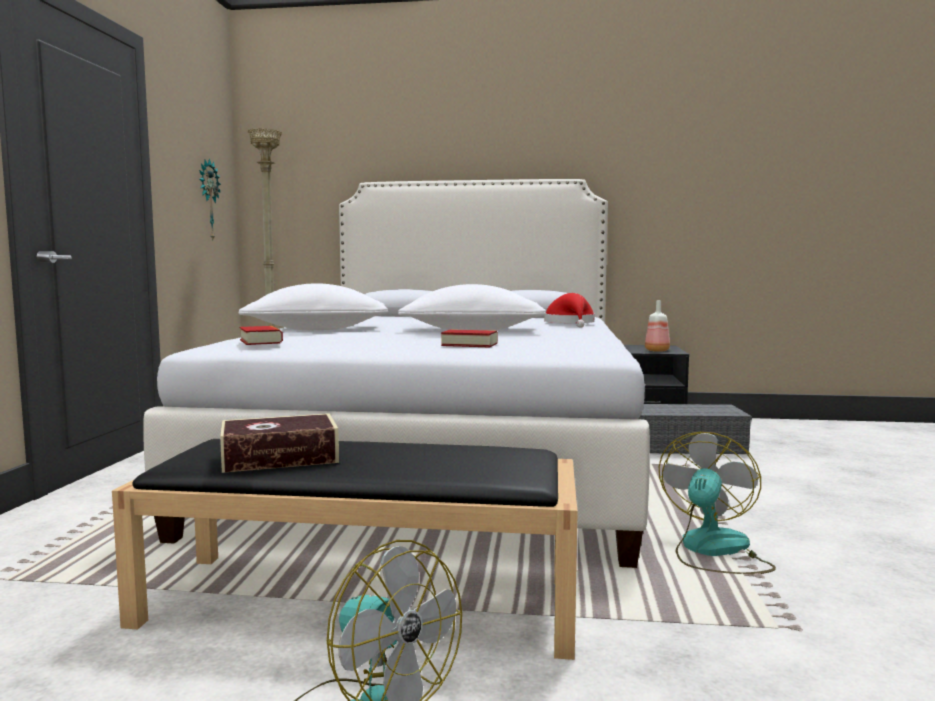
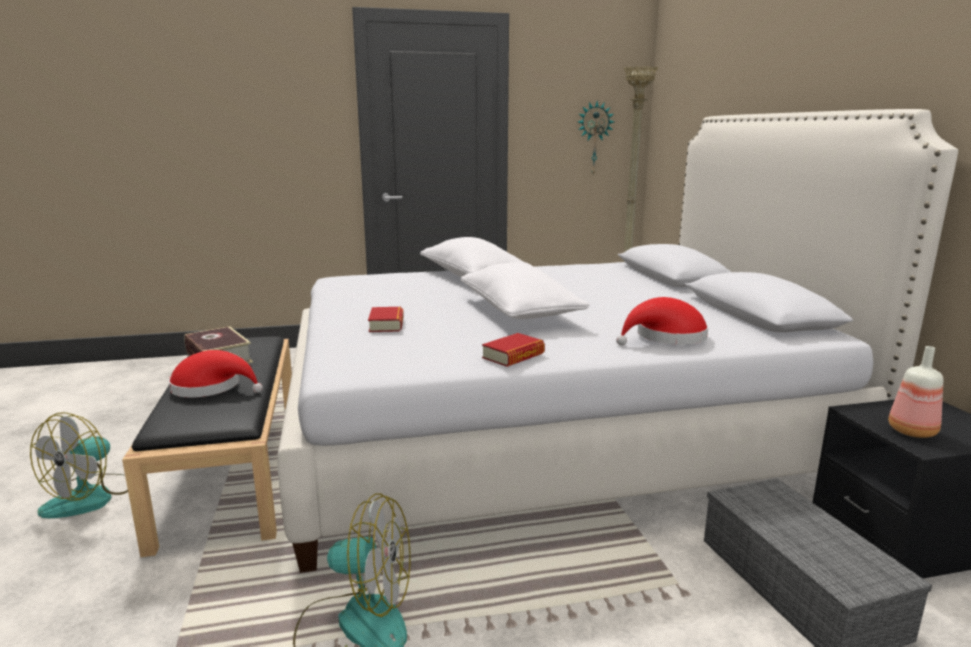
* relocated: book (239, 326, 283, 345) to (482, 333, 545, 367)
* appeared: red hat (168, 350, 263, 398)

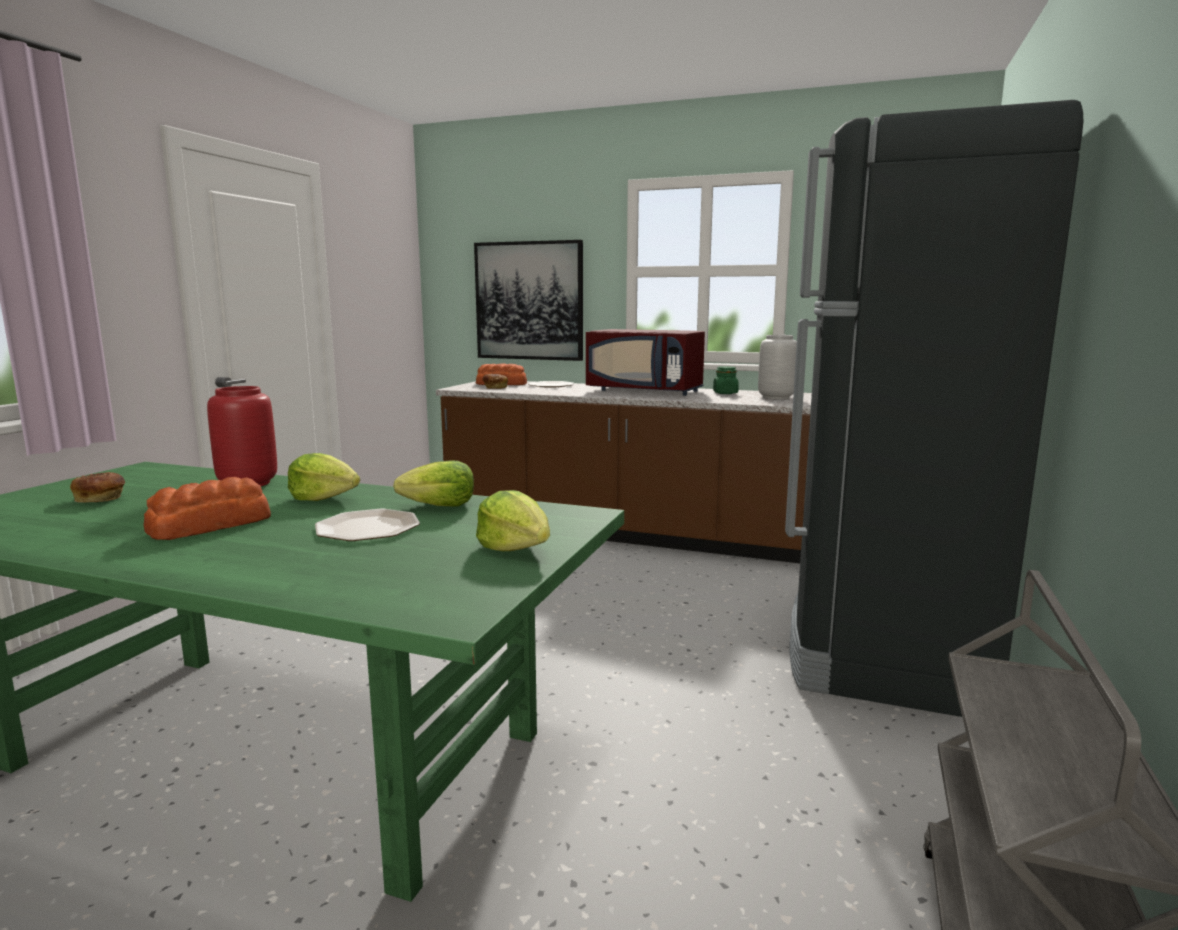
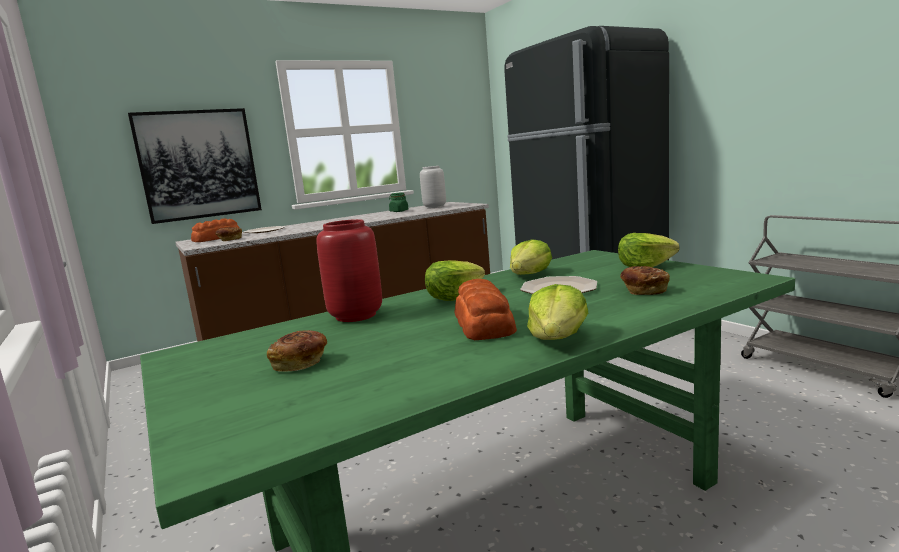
* missing: red microwave (586, 329, 705, 396)
* appeared: lettuce (527, 284, 588, 340)
* appeared: bread (620, 266, 670, 295)

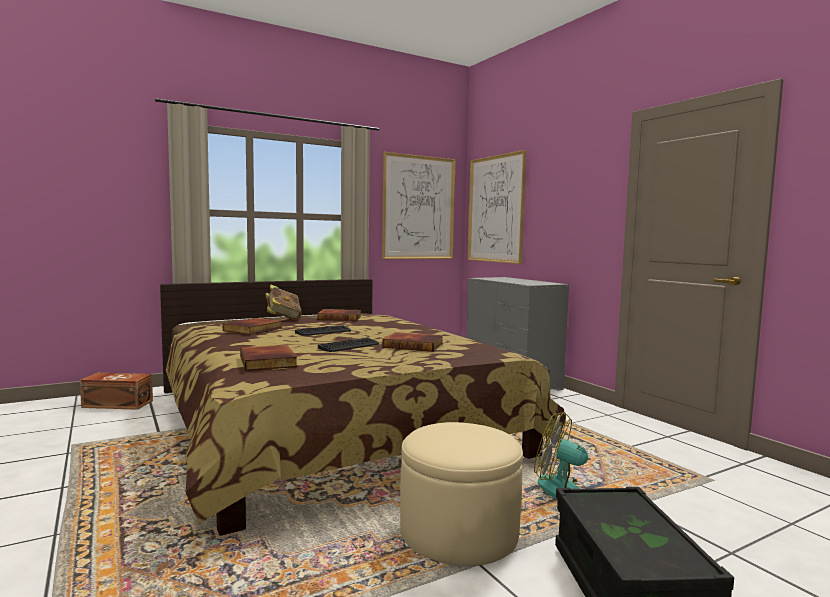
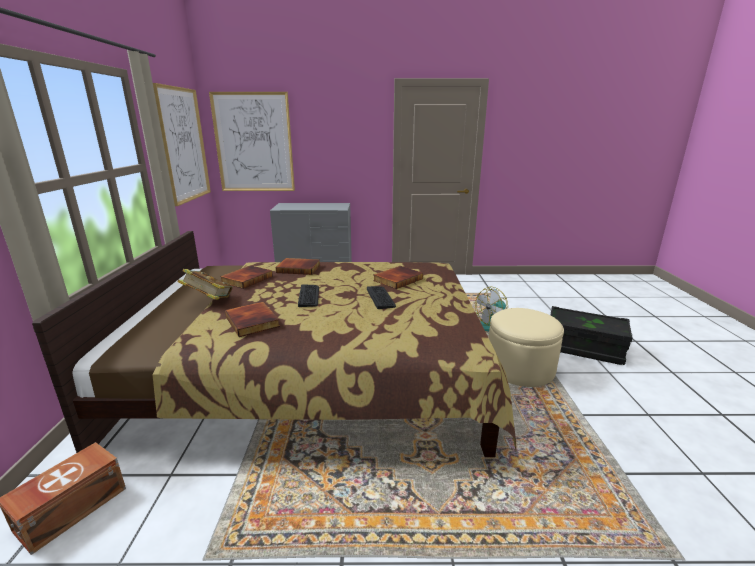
* relocated: book (240, 345, 298, 371) to (276, 258, 320, 275)

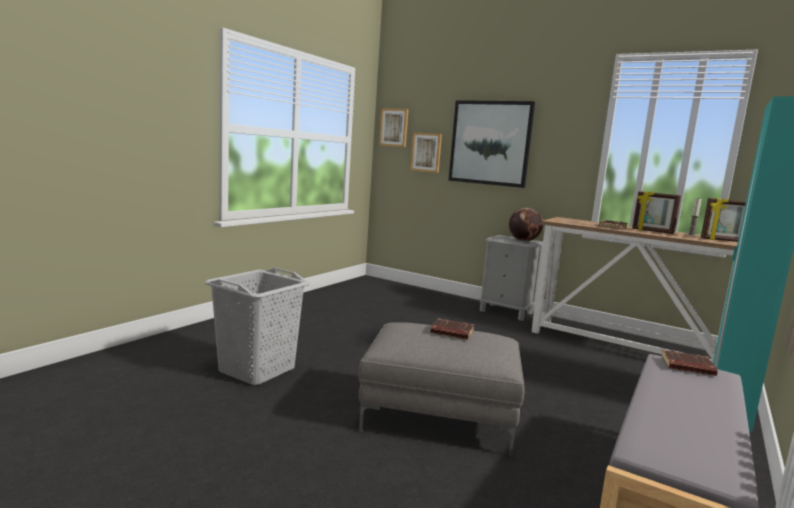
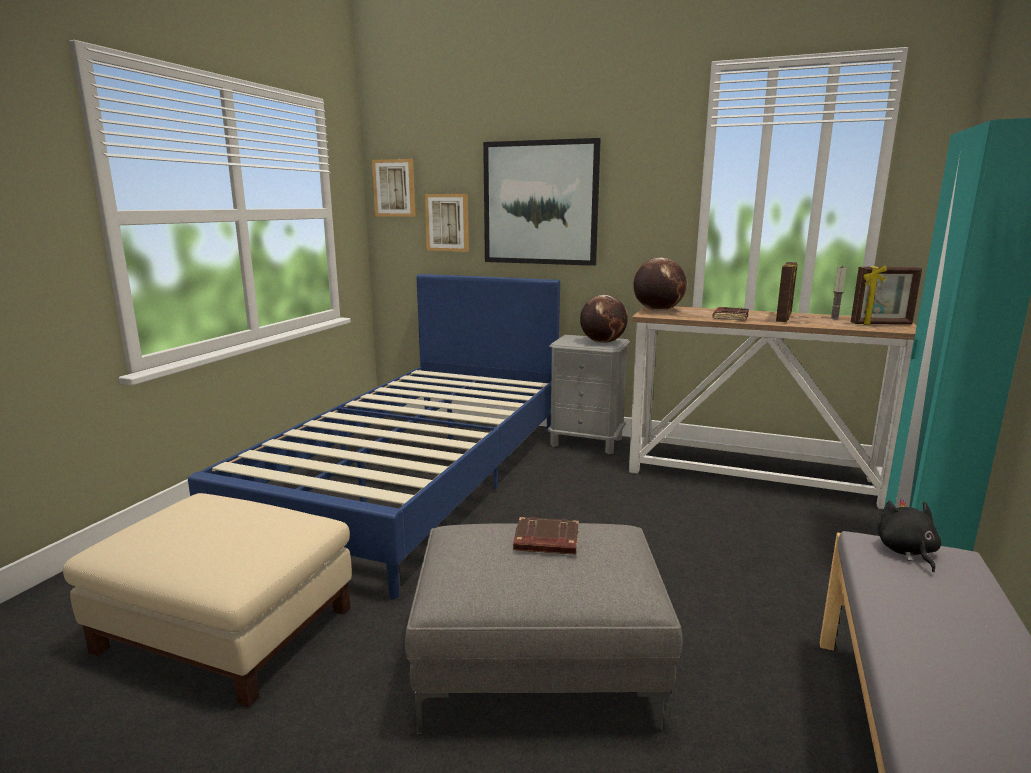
* exchanged: grey laundry basket (205, 268, 310, 385) to beige ottoman (63, 493, 352, 707)
* spun: picture frame (632, 191, 681, 234) = (776, 262, 798, 322) 90 degrees counterclockwise
* exchanged: brown book (661, 350, 718, 376) to black plush toy (877, 498, 942, 572)
* appeared: blue bed (188, 274, 560, 600)
* appeared: globe (633, 258, 687, 311)

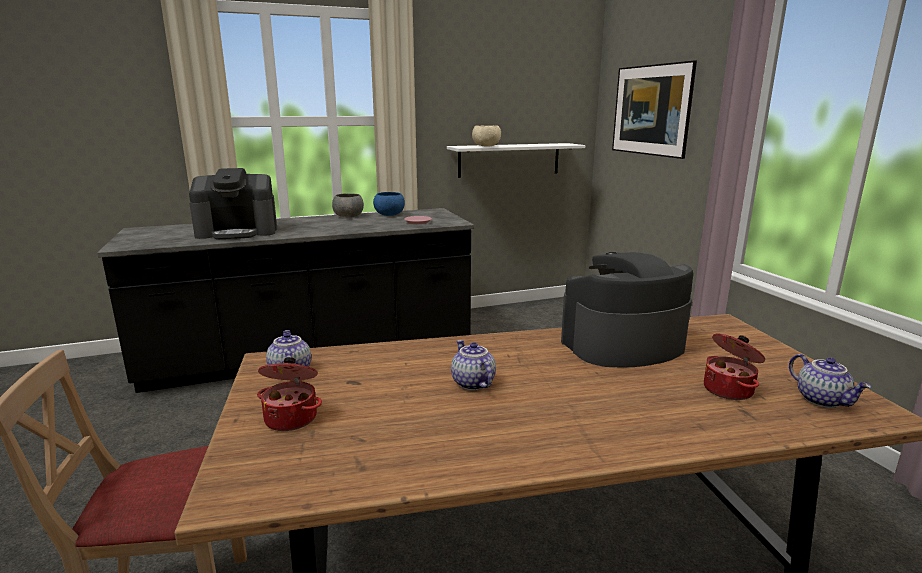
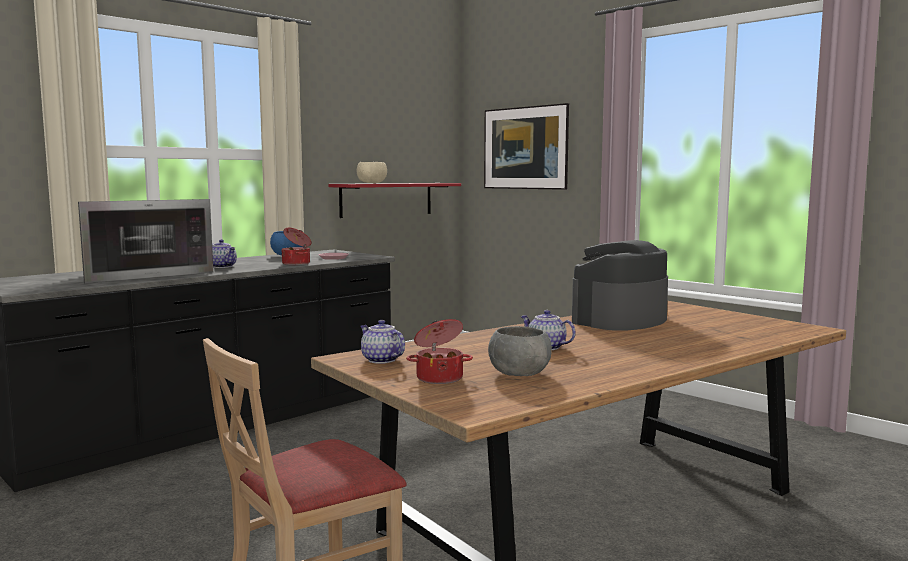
* exchanged: coffee machine (189, 168, 277, 239) to microwave (78, 199, 213, 283)
* relocated: grey bowl (332, 193, 364, 218) to (488, 326, 552, 376)
* colour: white shelf (447, 143, 585, 178) to red shelf (328, 183, 461, 218)
* relocated: cooking pot (704, 333, 765, 400) to (281, 228, 312, 265)
* relocated: teapot (789, 354, 871, 408) to (212, 239, 237, 268)

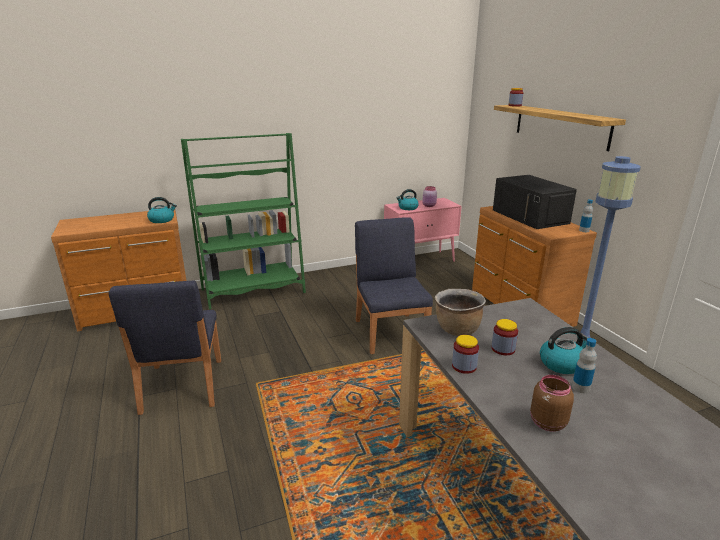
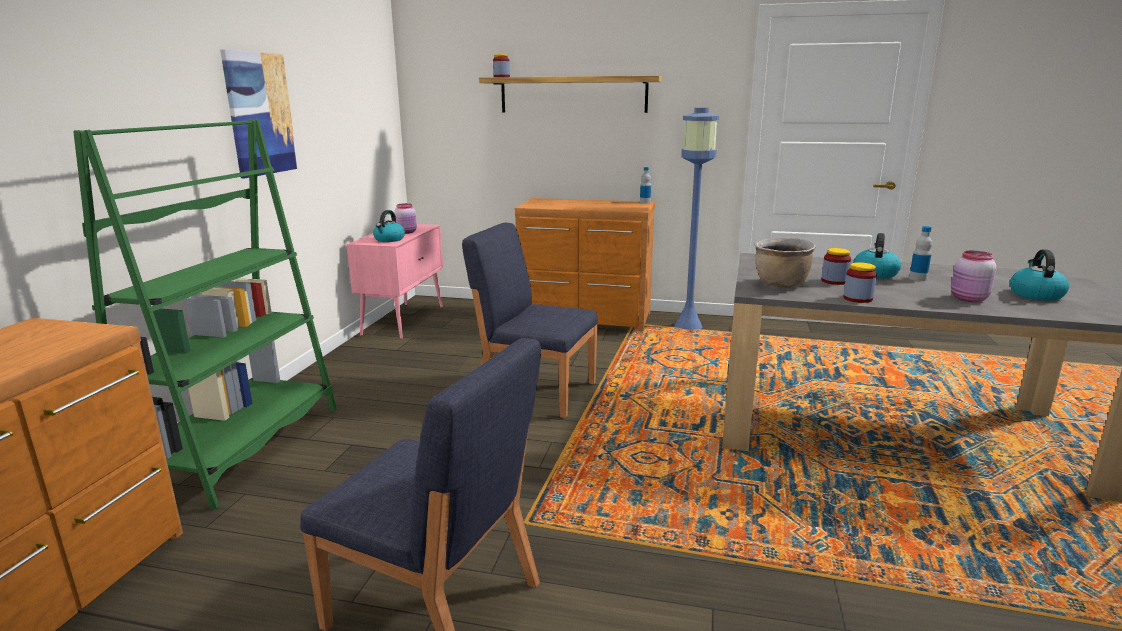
* relocated: kettle (147, 197, 177, 223) to (1010, 249, 1069, 301)
* missing: black microwave (493, 175, 577, 229)
* colour: brown jar (530, 375, 574, 432) to pink jar (951, 251, 996, 302)
* appeared: picture (220, 49, 298, 178)

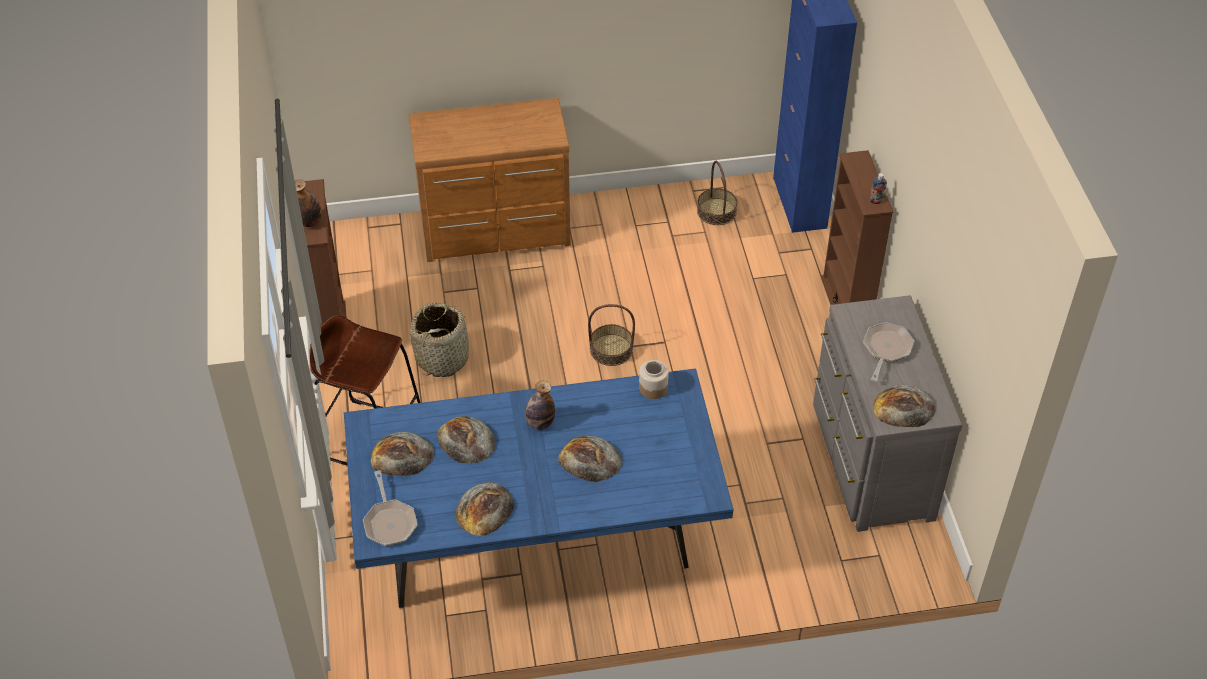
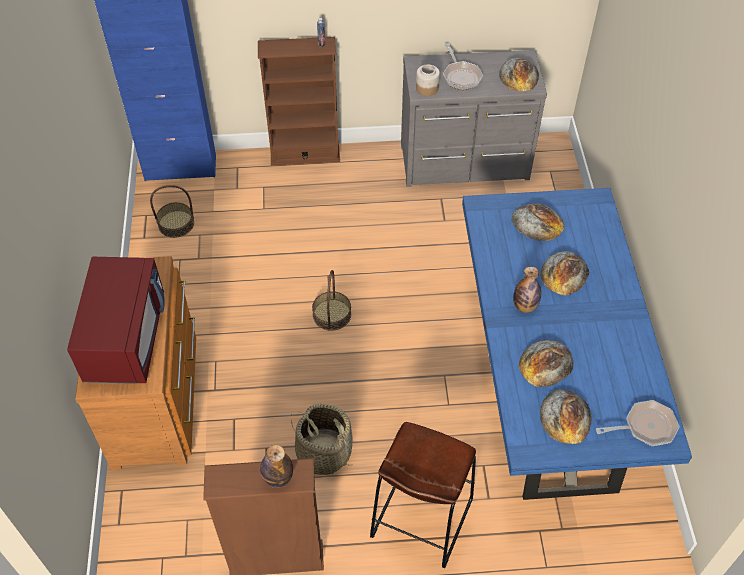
* relocated: bread (456, 482, 514, 536) to (511, 204, 565, 241)
* relocated: jar (639, 360, 669, 399) to (416, 64, 440, 96)
* spun: frying pan (863, 322, 914, 381) = (443, 44, 483, 90) 135 degrees counterclockwise
* appeared: red microwave (67, 257, 165, 384)

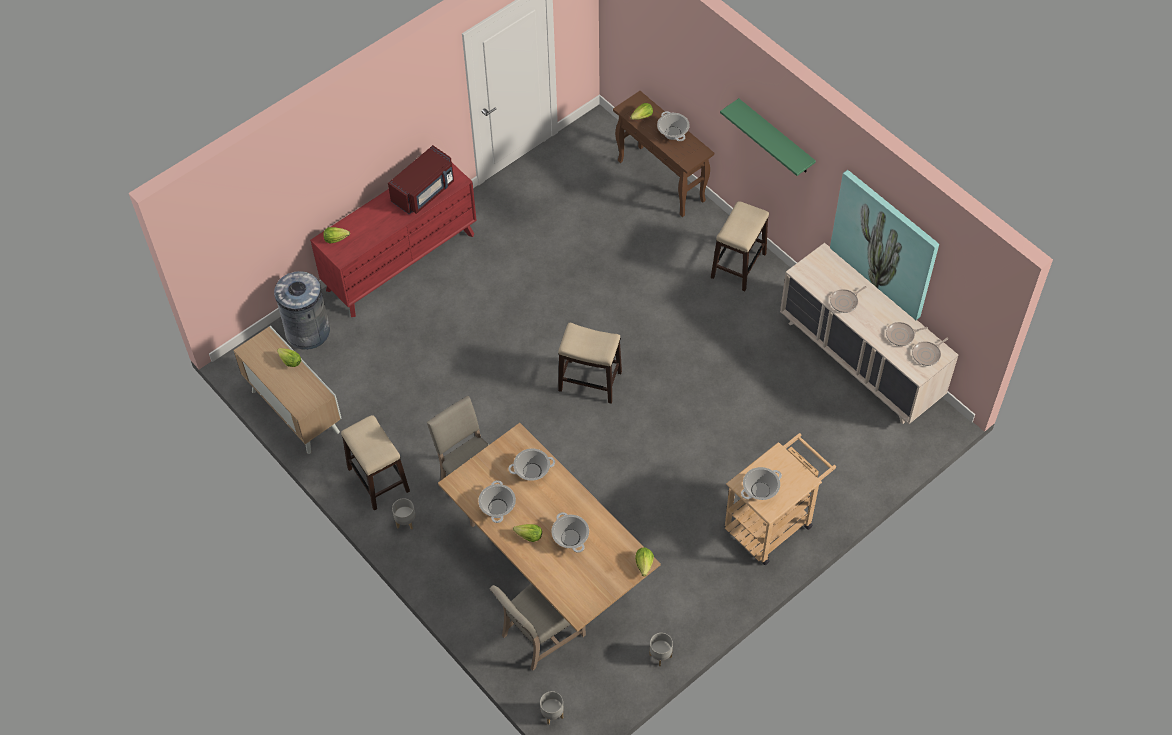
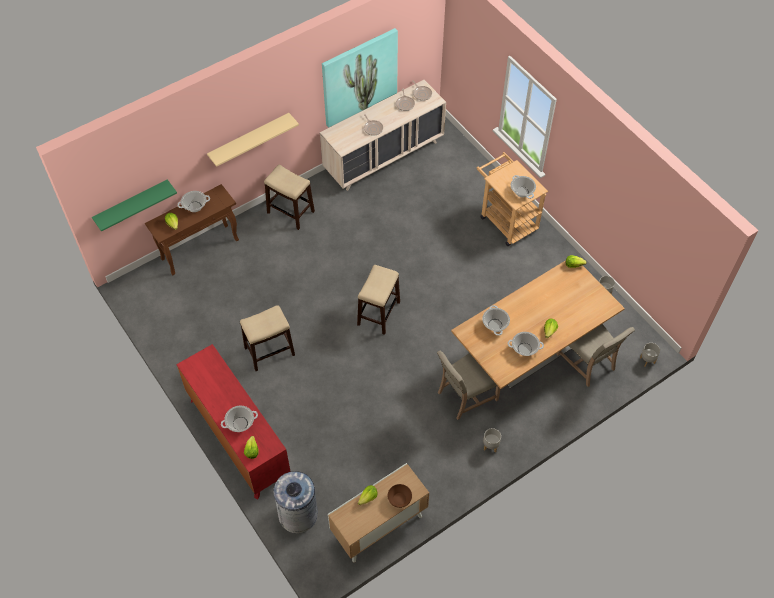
* relocated: stool (341, 415, 410, 511) to (240, 306, 295, 371)
* missing: red microwave (388, 145, 454, 214)
* relocated: cooking pot (551, 512, 589, 553) to (221, 406, 258, 432)
* relocated: green shelf (720, 98, 816, 176) to (92, 179, 177, 232)
* appeared: beige shelf (207, 113, 299, 167)
* appeared: brown bowl (387, 484, 412, 508)

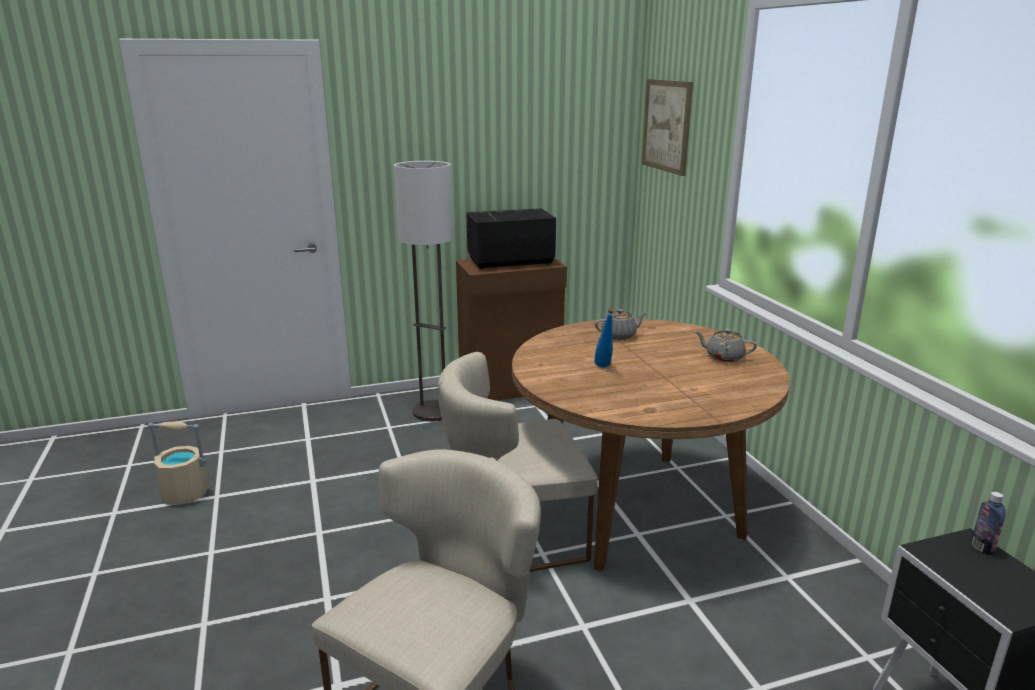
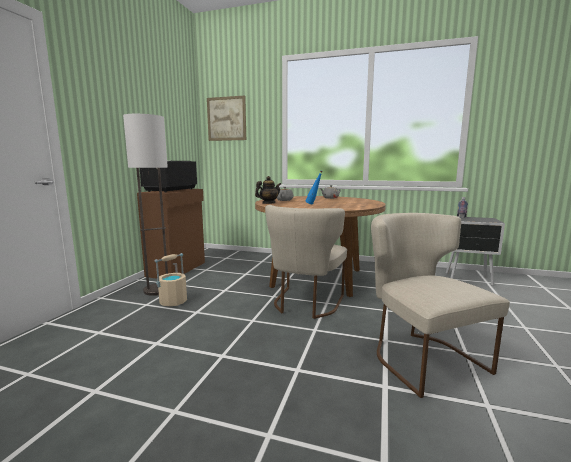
* relocated: beige bucket (148, 422, 209, 505) to (155, 253, 187, 306)
* appeared: teapot (255, 176, 281, 204)

